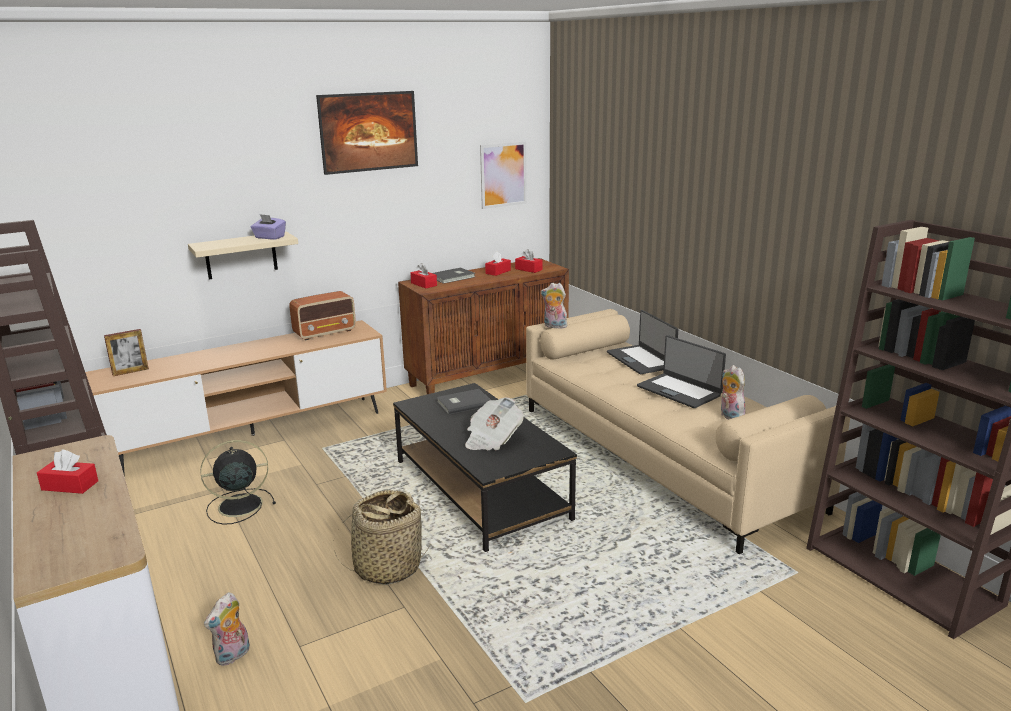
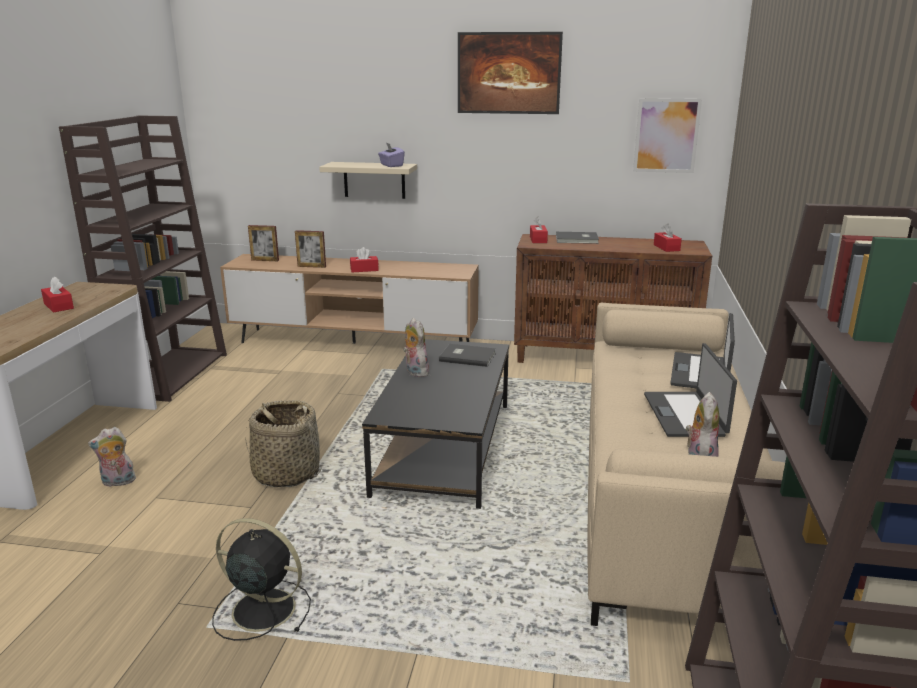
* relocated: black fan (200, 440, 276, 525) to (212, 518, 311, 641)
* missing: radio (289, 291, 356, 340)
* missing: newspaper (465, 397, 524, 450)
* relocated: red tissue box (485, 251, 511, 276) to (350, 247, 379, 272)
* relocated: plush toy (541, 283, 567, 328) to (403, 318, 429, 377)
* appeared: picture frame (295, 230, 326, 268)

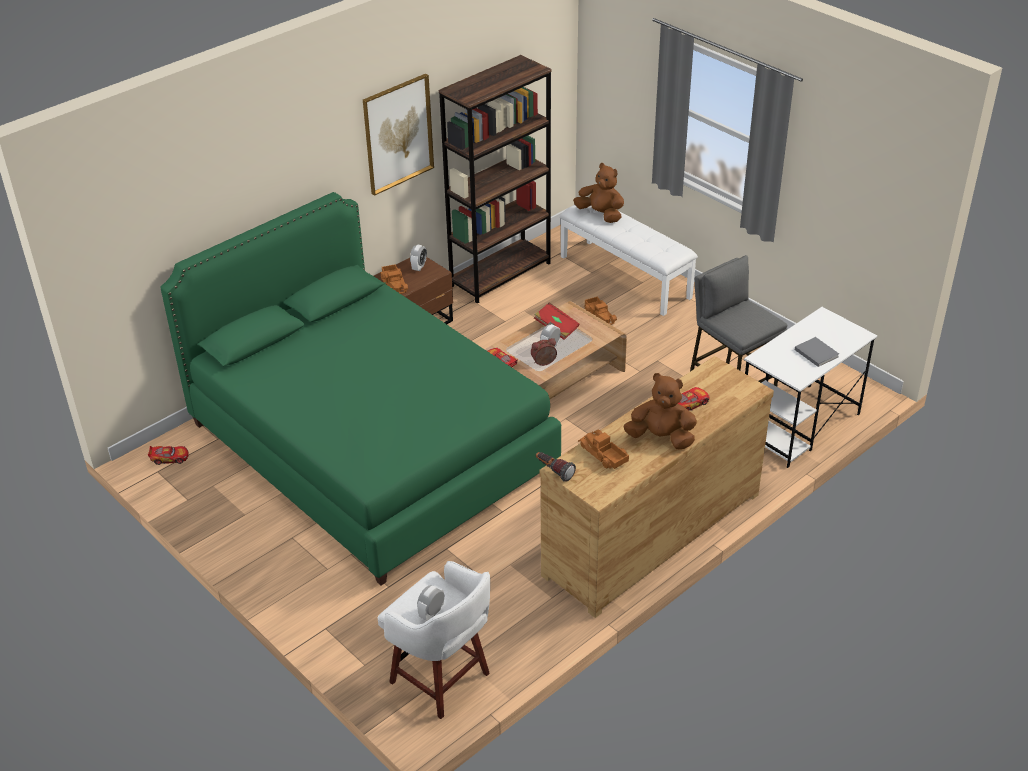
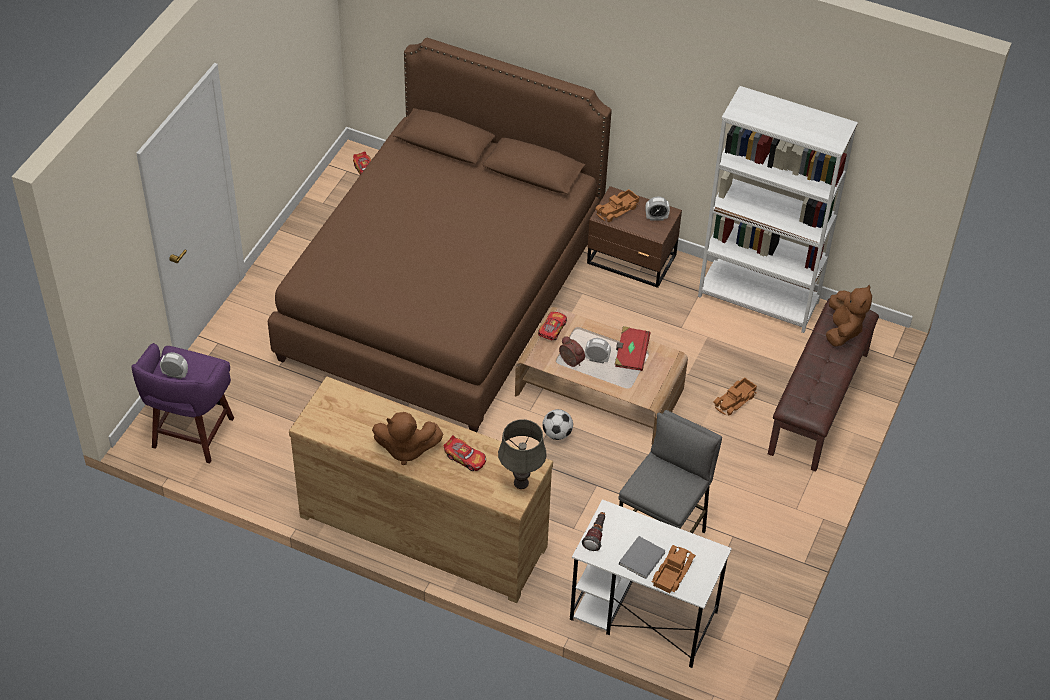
* colour: green bed (160, 192, 561, 585) to brown bed (268, 37, 612, 432)
* missing: picture (363, 74, 434, 196)
* colour: white stool (378, 561, 490, 719) to purple stool (131, 343, 234, 463)
* colour: brown bookcase (439, 55, 552, 304) to white bookcase (698, 86, 858, 333)
* relocated: flashlight (536, 452, 576, 482) to (582, 512, 605, 551)
* colour: white bench (560, 205, 698, 316) to brown bench (768, 298, 879, 472)
* relocated: toy truck (578, 430, 629, 469) to (652, 545, 696, 593)
* spun: brown plush toy (623, 373, 697, 450) = (372, 412, 443, 465) 105 degrees clockwise
* appeared: grey table lamp (498, 419, 547, 489)
* appeared: football (542, 409, 573, 440)

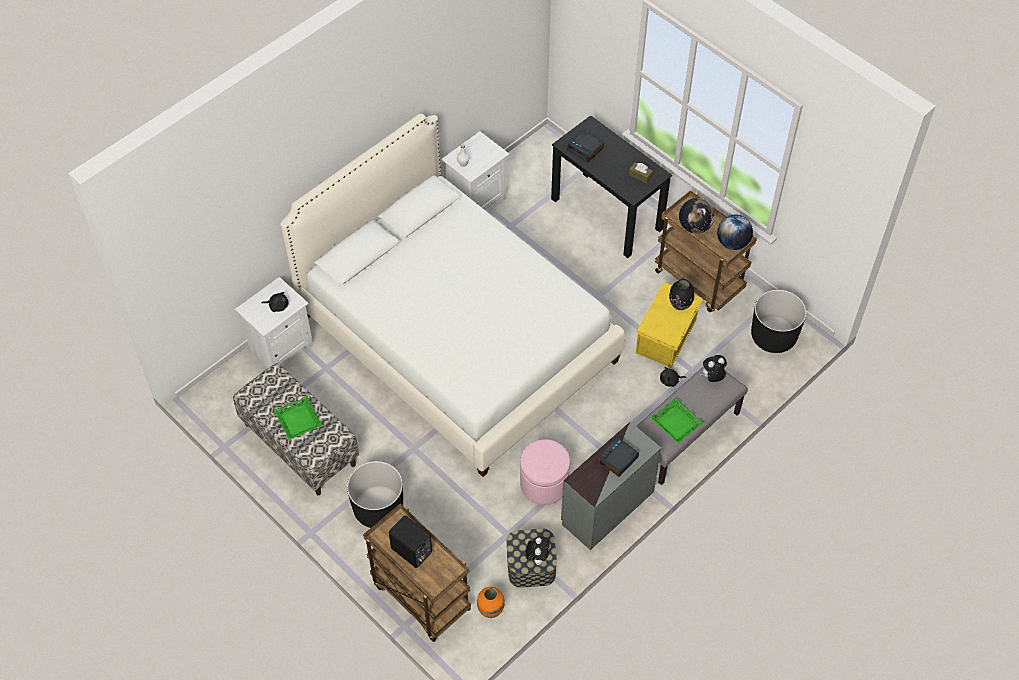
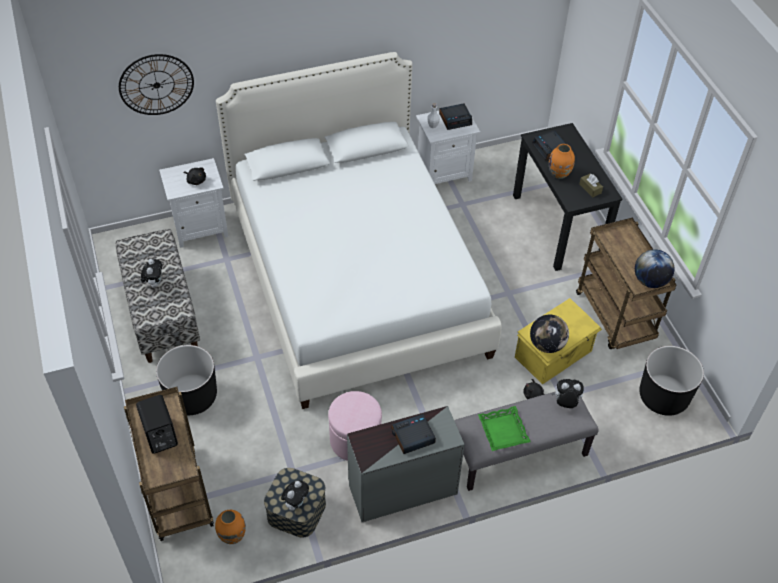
* exchanged: green tray (274, 396, 323, 440) to plush toy (141, 259, 162, 288)
* missing: black vase (669, 279, 695, 310)
* relocated: globe (679, 198, 715, 234) to (530, 314, 569, 353)
* appeared: wall clock (119, 54, 194, 115)
* appeared: alarm clock (439, 103, 472, 130)
* appeared: orange vase (549, 144, 575, 179)

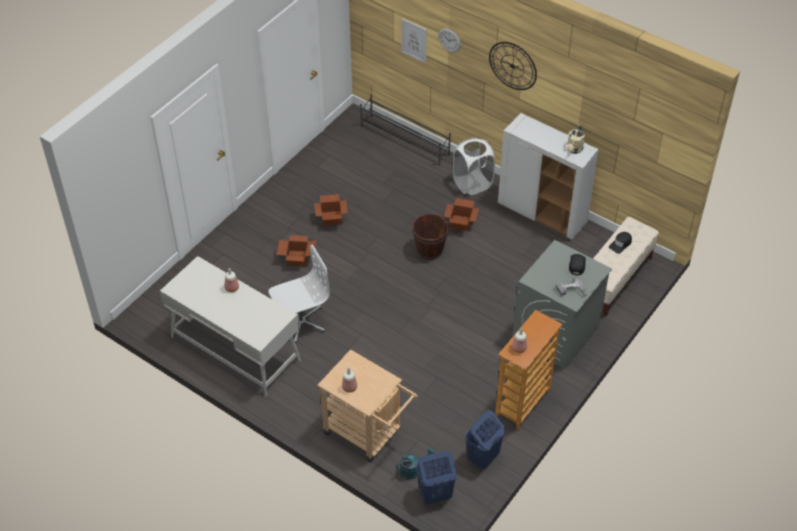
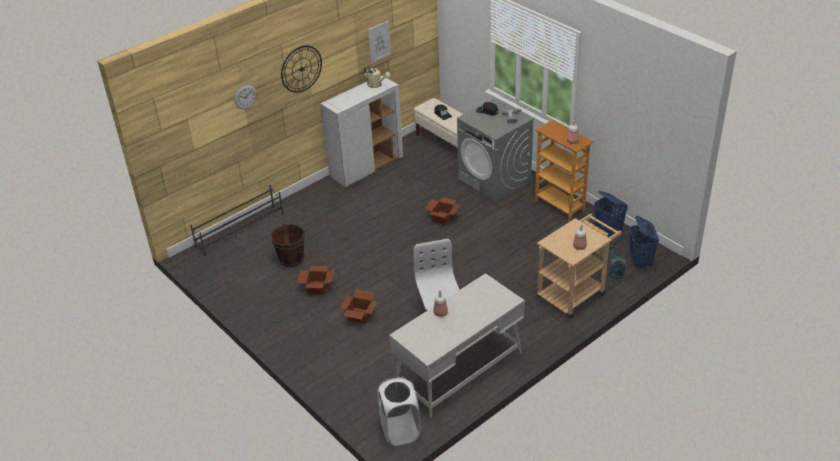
* relocated: picture (402, 18, 427, 63) to (368, 21, 391, 63)
* relocated: brown bucket (412, 214, 449, 260) to (271, 224, 305, 267)
* relocated: cardboard box (444, 198, 479, 231) to (424, 197, 462, 225)
* relocated: white laundry basket (453, 137, 495, 195) to (377, 377, 421, 446)

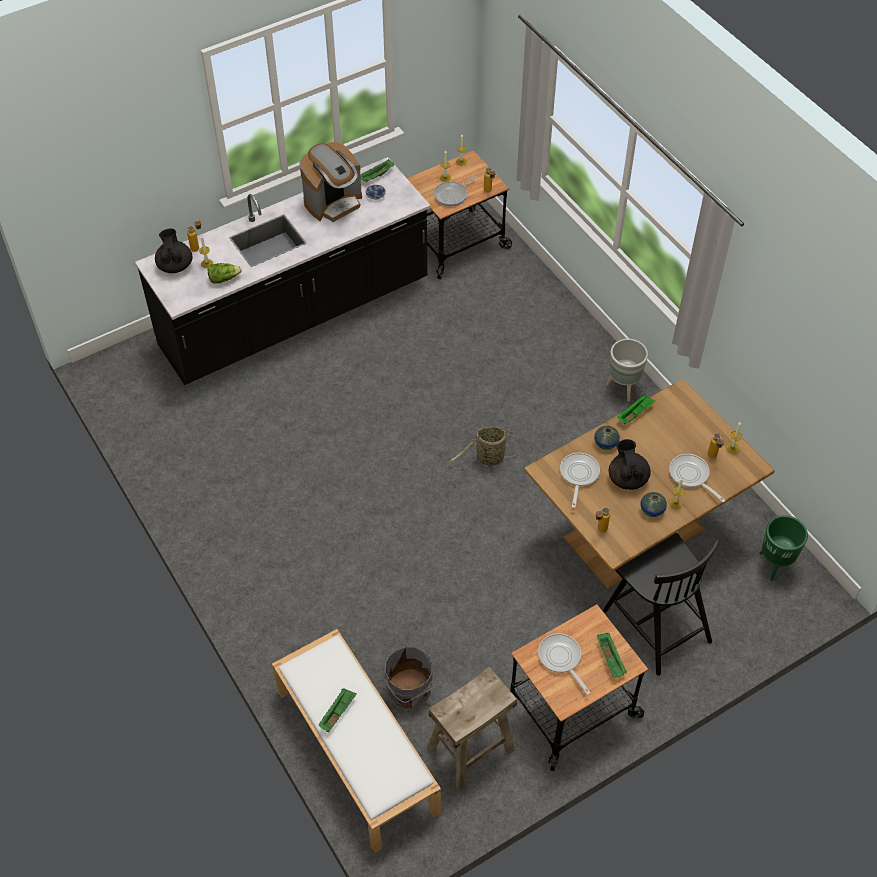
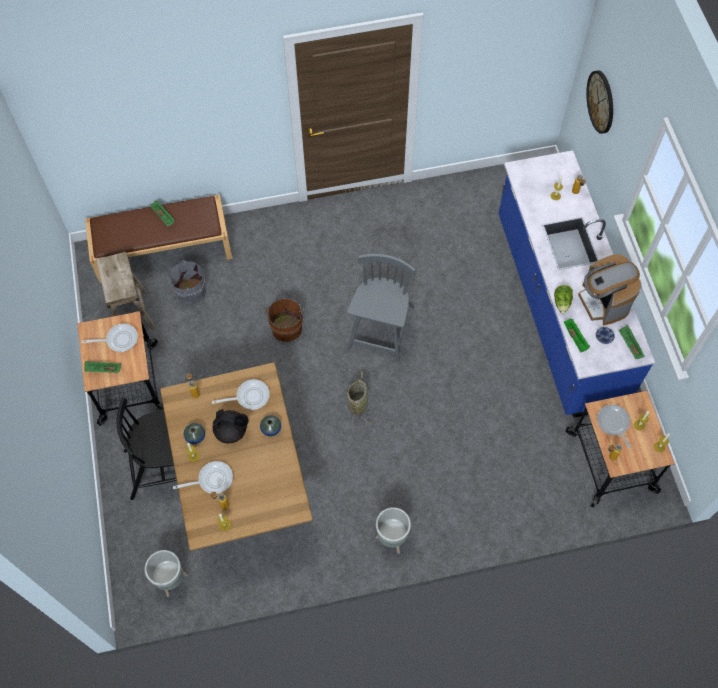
* colour: black counter (135, 157, 431, 385) to blue counter (498, 150, 655, 418)
* missing: black teapot (155, 228, 192, 273)
* relocated: lettuce (208, 263, 242, 284) to (554, 285, 573, 314)
* colour: white bench (272, 629, 441, 853) to brown bench (85, 194, 233, 283)
* spun: frying pan (560, 452, 600, 508) = (212, 379, 270, 410) 45 degrees counterclockwise
* relocated: green tray (617, 394, 656, 424) to (564, 319, 590, 352)
* colour: green planter (759, 515, 808, 581) to grey planter (145, 550, 187, 597)
* appeared: brown bucket (266, 298, 304, 342)
* appeared: grey chair (347, 254, 416, 362)
* appeared: wall clock (586, 70, 613, 134)

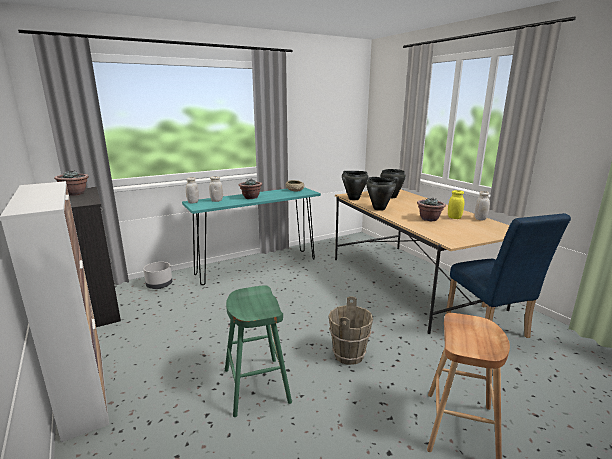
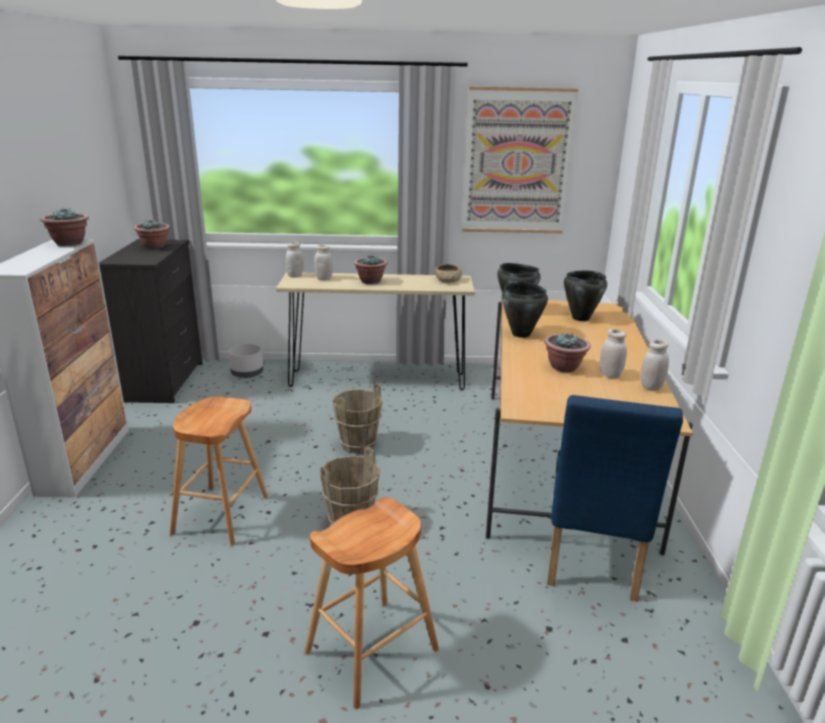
* colour: turquoise console table (182, 187, 321, 285) to beige console table (276, 272, 475, 390)
* colour: green stool (225, 285, 292, 417) to brown stool (170, 397, 268, 545)
* colour: yellow jar (448, 190, 465, 219) to white jar (599, 329, 627, 378)
* appeared: potted plant (40, 208, 89, 246)
* appeared: brown bucket (333, 383, 383, 454)
* appeared: picture (462, 86, 578, 233)

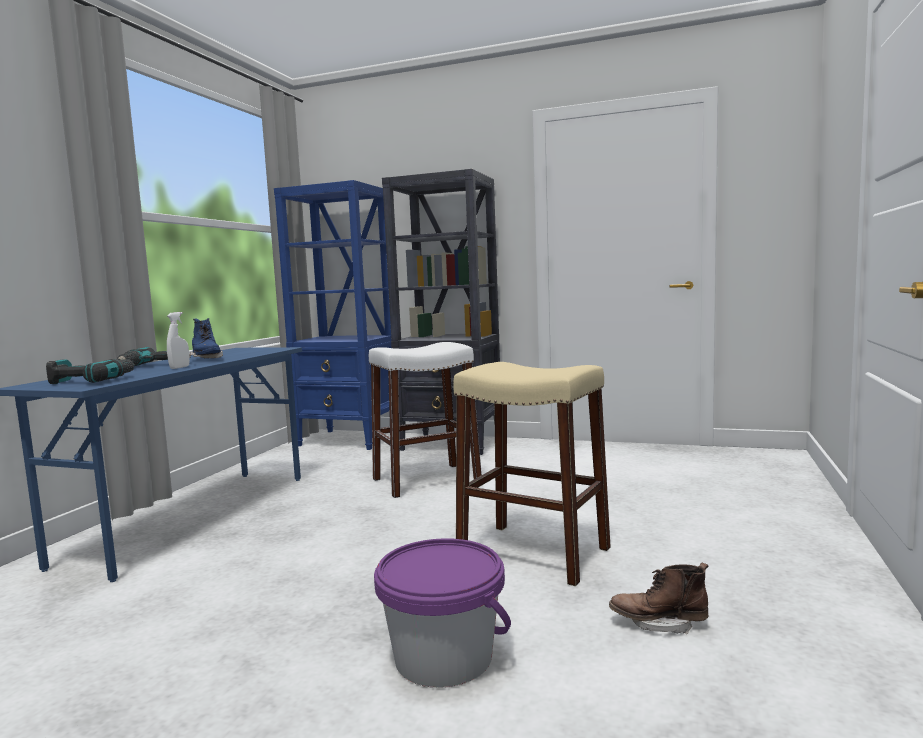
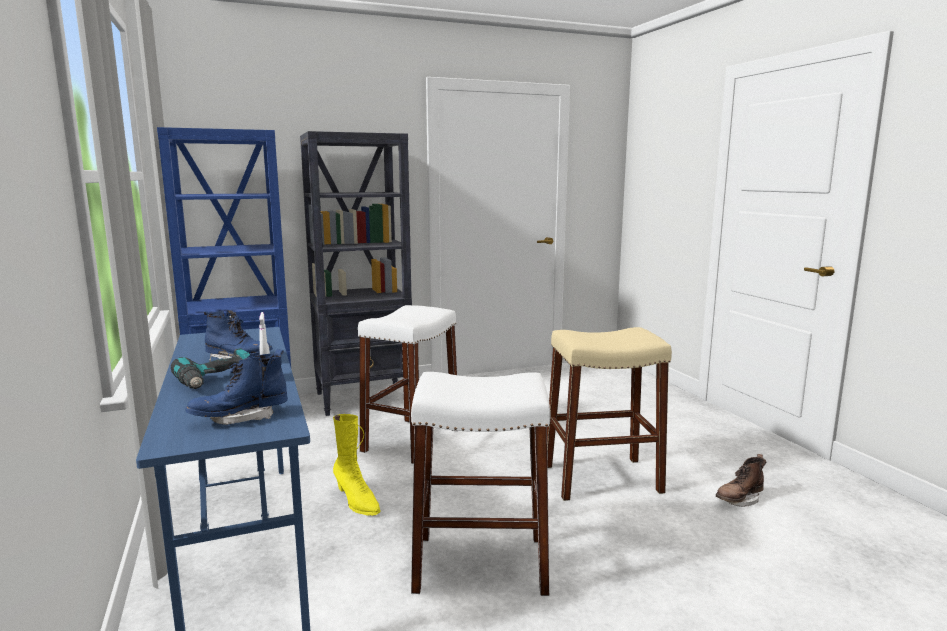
* exchanged: power drill (46, 359, 135, 384) to blue boot (185, 350, 288, 425)
* missing: purple bucket (374, 538, 511, 688)
* appeared: yellow boot (333, 414, 381, 516)
* appeared: white stool (411, 372, 550, 596)

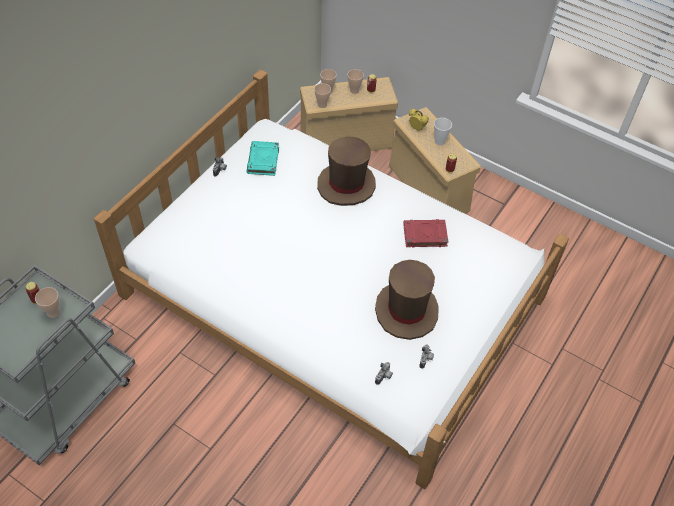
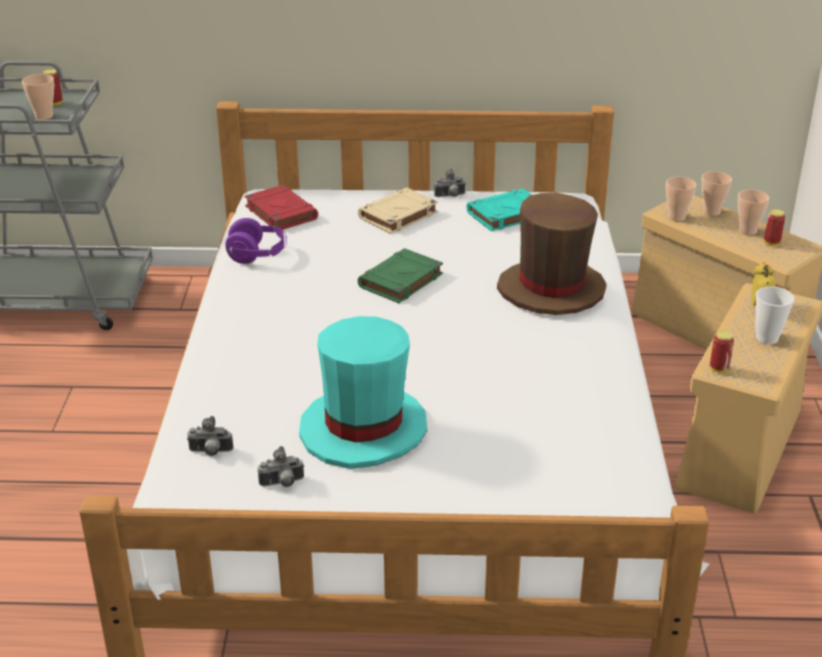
* colour: brown hat (375, 260, 439, 340) to turquoise hat (299, 316, 427, 469)
* relocated: red book (403, 219, 448, 248) to (245, 185, 318, 230)
* appeared: purple headphones (226, 218, 287, 264)
* appeared: beige book (358, 188, 438, 234)
* appeared: green book (358, 248, 443, 303)

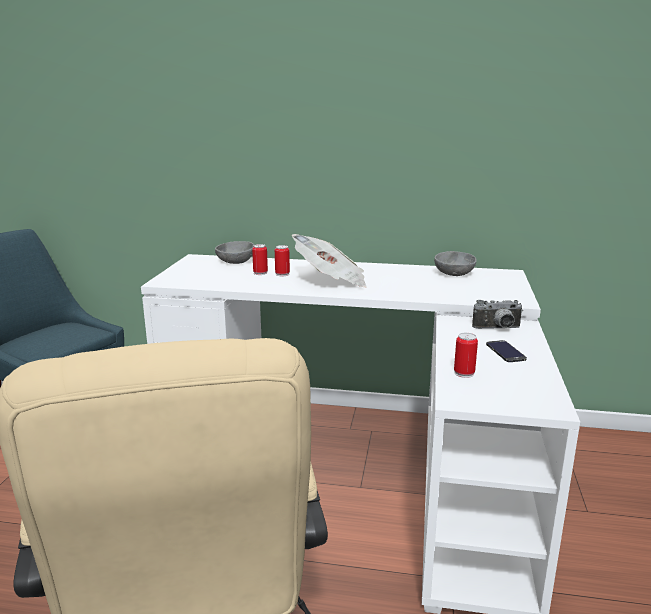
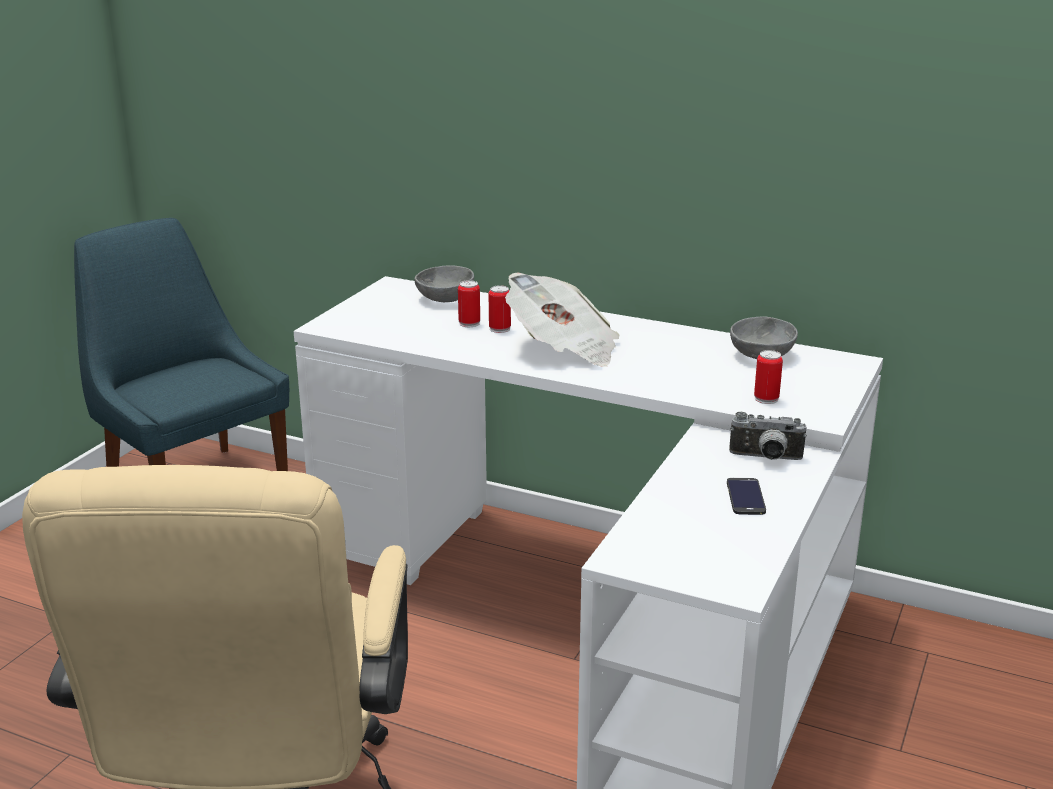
* relocated: can (454, 333, 478, 378) to (754, 350, 783, 404)

